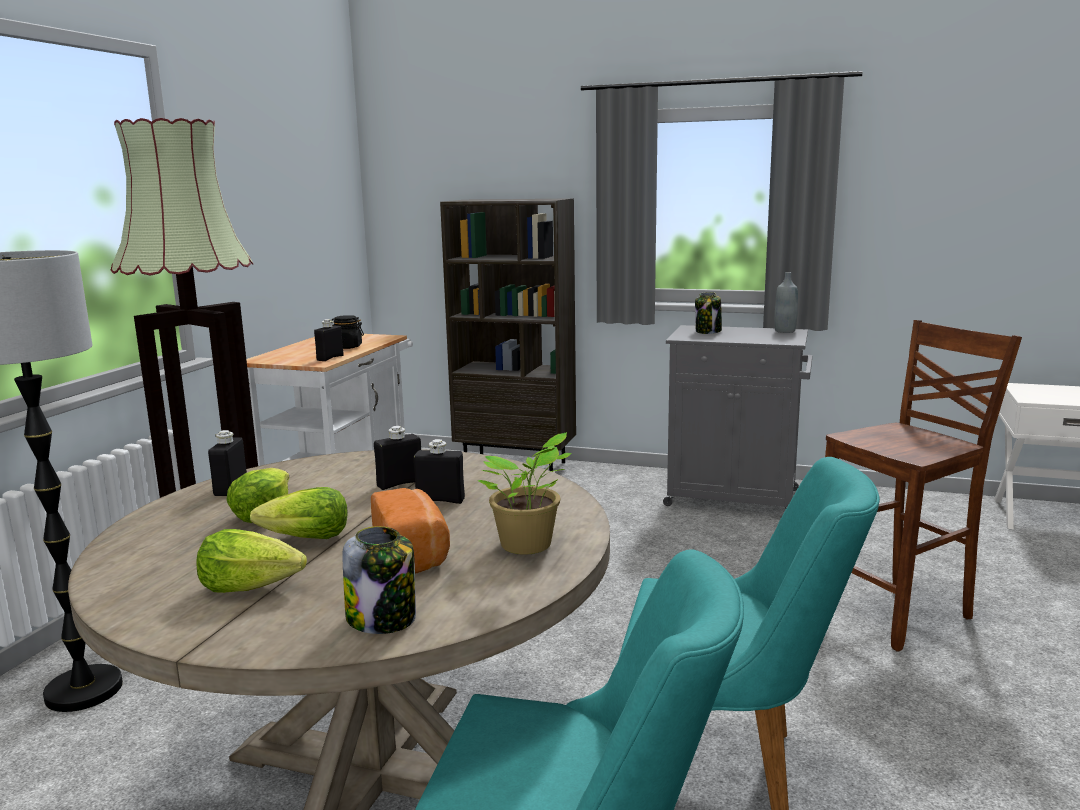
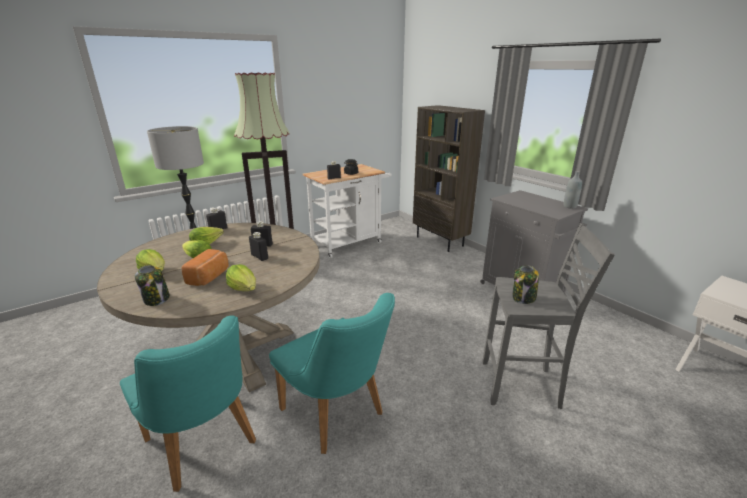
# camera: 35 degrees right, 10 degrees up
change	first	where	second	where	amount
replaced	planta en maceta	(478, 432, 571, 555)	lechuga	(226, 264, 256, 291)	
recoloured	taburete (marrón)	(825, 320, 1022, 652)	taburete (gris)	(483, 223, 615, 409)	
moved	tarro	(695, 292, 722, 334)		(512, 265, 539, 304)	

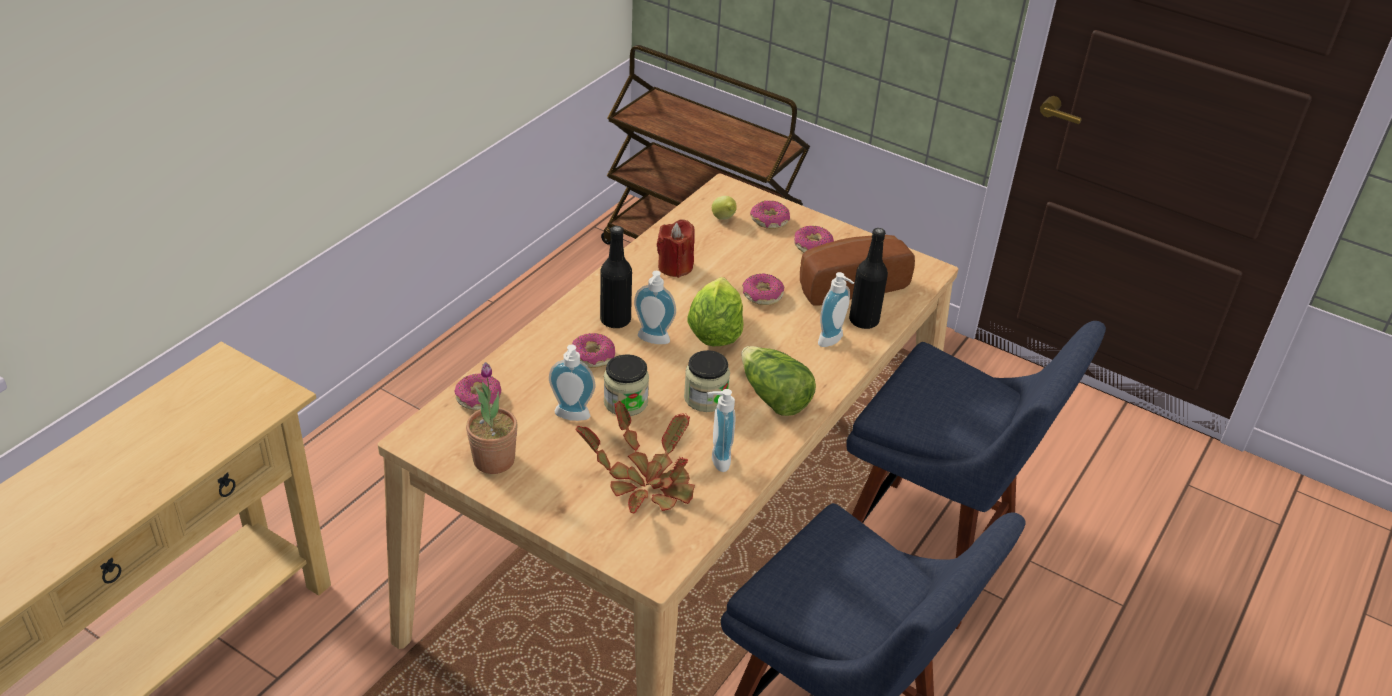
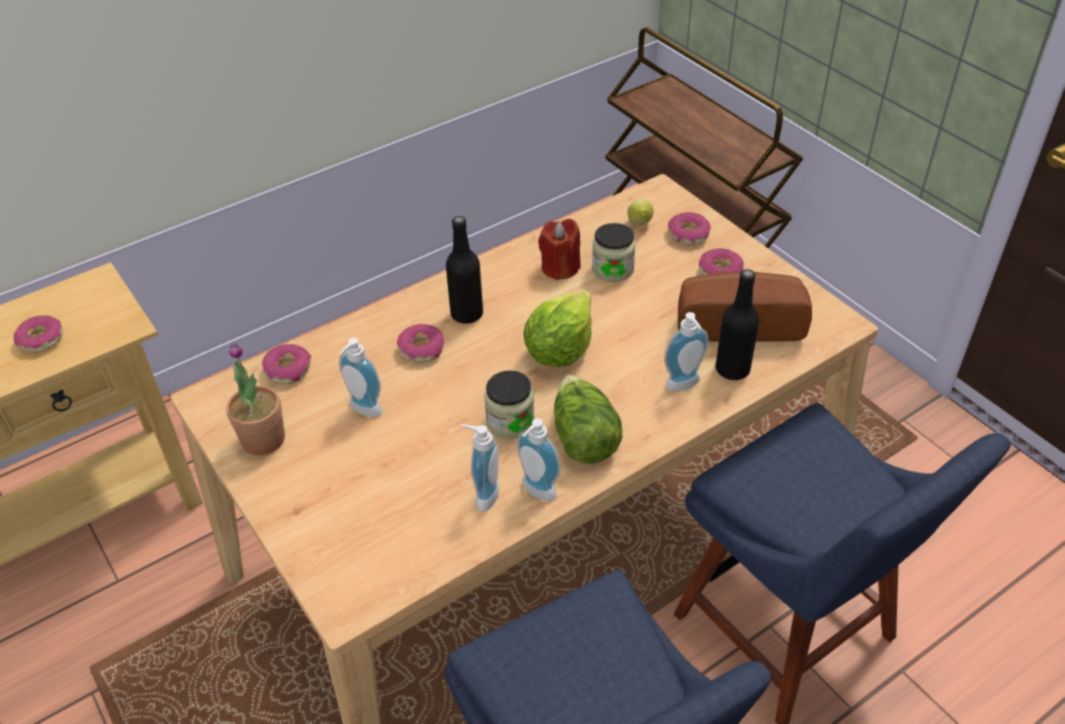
# camera: 25 degrees right, 5 degrees up
change	first	where	second	where	amount
moved	rosquilla	(742, 273, 785, 305)		(14, 315, 63, 353)	
moved	dispensador de jabón	(634, 271, 676, 344)		(517, 418, 560, 501)	
moved	tarro	(604, 354, 649, 416)		(592, 223, 636, 282)	
removed	planta en maceta	(575, 401, 695, 513)			

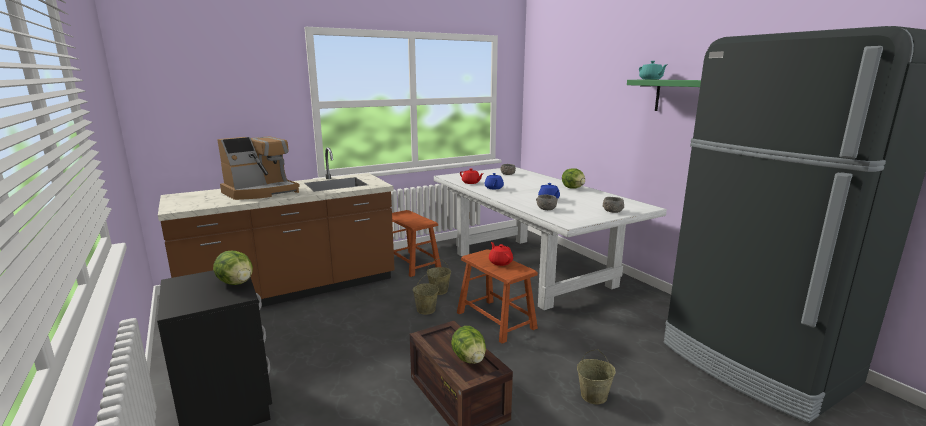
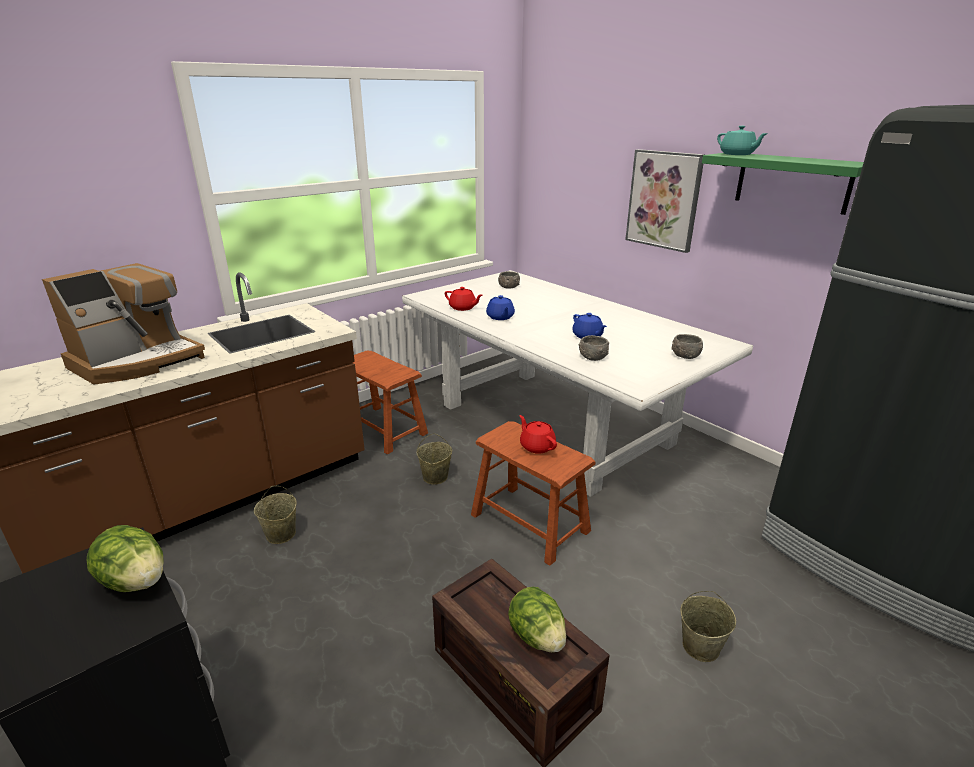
# camera: 10 degrees left, 10 degrees up
change	first	where	second	where	amount
moved	cubo (beis)	(413, 275, 439, 315)		(254, 486, 296, 544)	
added			cuadro	(625, 149, 705, 253)	
removed	lechuga	(562, 168, 585, 189)			

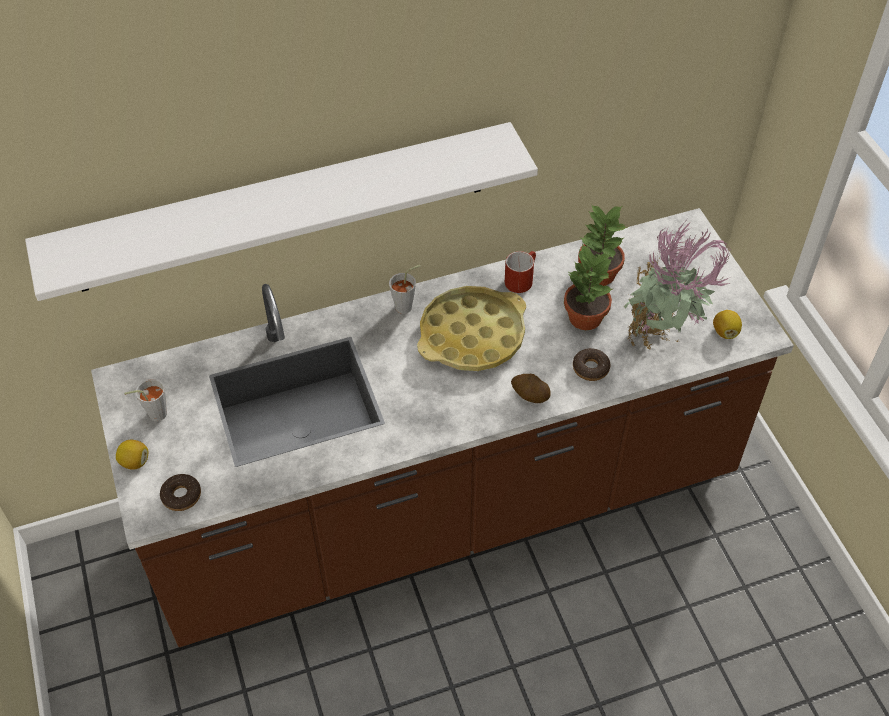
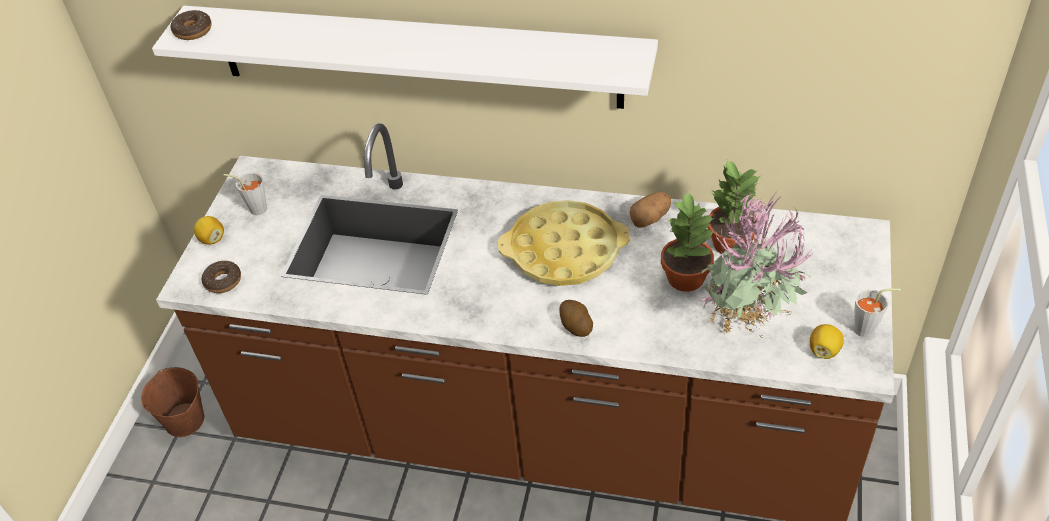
# camera: 35 degrees right, 5 degrees down
change	first	where	second	where	amount
added			cubo (marrón)	(141, 367, 204, 437)	
moved	rosquilla	(573, 348, 610, 381)		(170, 10, 212, 40)	
replaced	taza grande (rojo)	(505, 251, 536, 293)	patata	(630, 192, 671, 228)	
moved	taza (gris)	(389, 265, 421, 314)		(854, 289, 901, 337)	

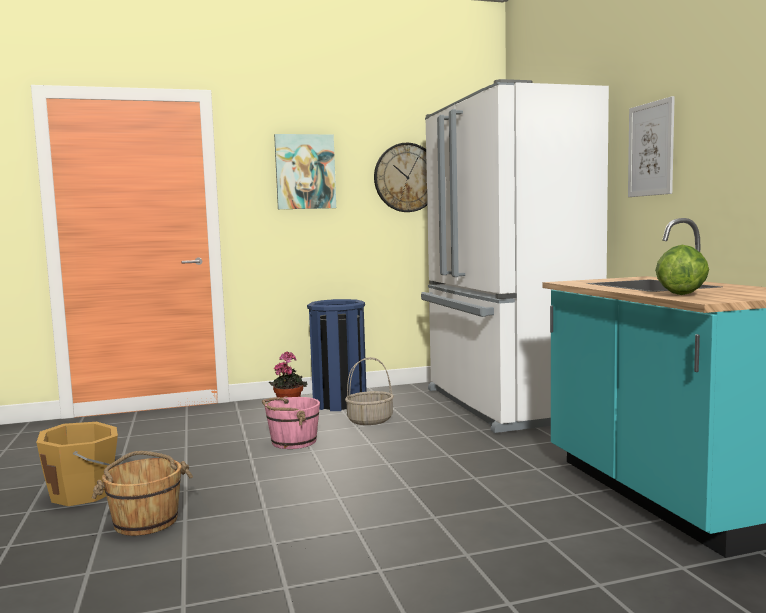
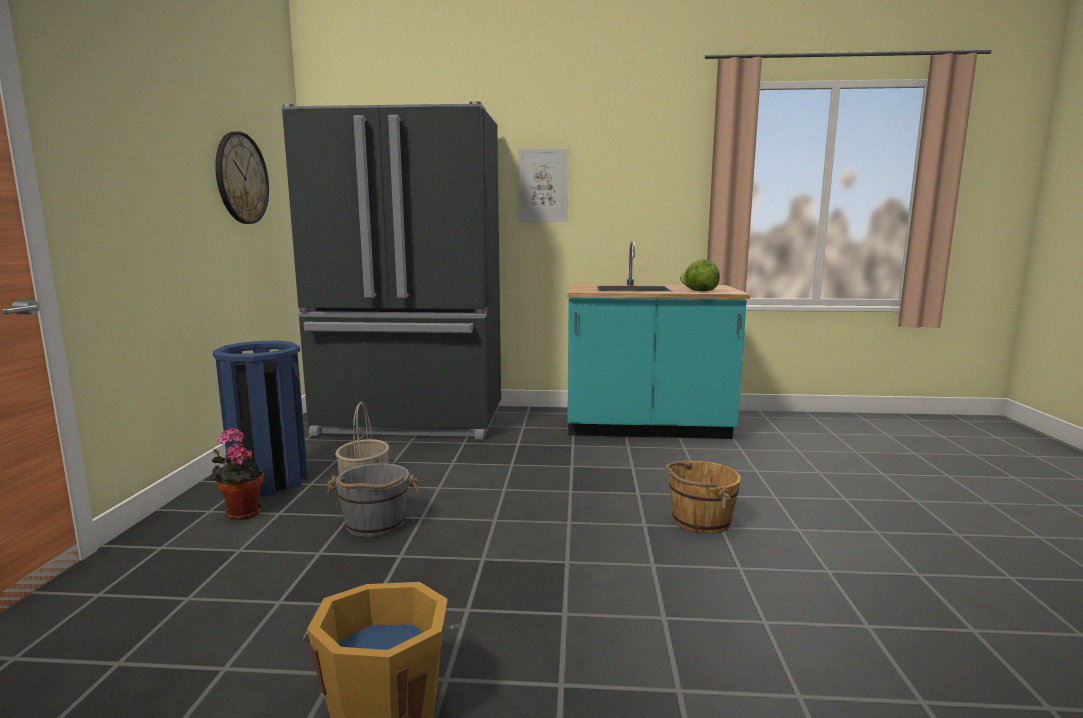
# camera: 70 degrees left, 5 degrees up
change	first	where	second	where	amount
recoloured	nevera (blanco)	(421, 79, 609, 433)	nevera (negro)	(281, 101, 501, 439)	
recoloured	cubo (rosa)	(262, 396, 320, 449)	cubo (gris)	(327, 463, 420, 537)	
moved	cubo (marrón)	(91, 451, 193, 536)		(665, 459, 741, 534)	
removed	cuadro	(274, 134, 336, 209)			

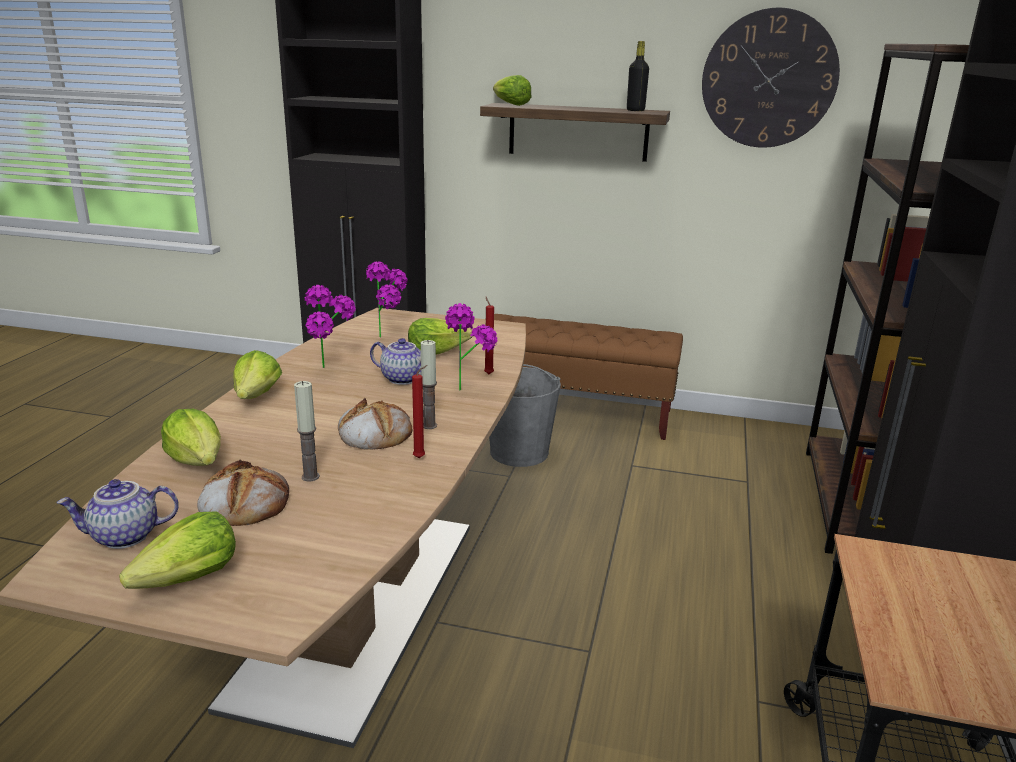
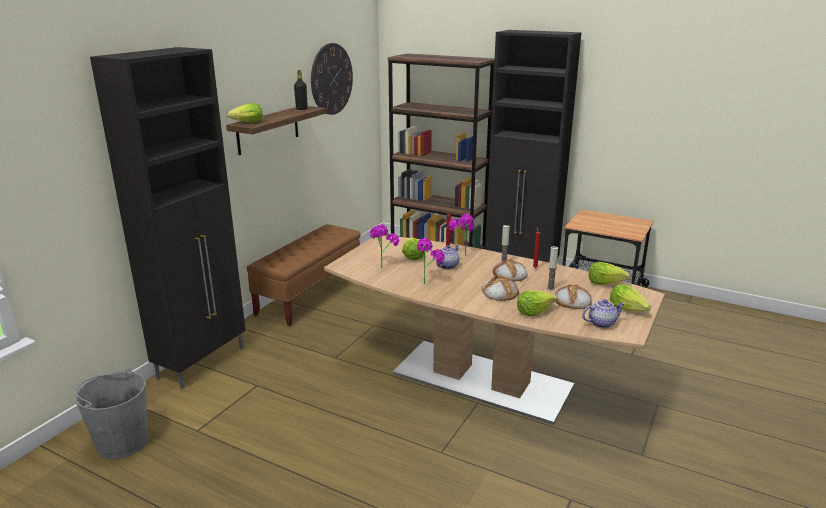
# camera: 75 degrees left, 0 degrees up
change	first	where	second	where	amount
moved	cubo (gris)	(489, 364, 561, 467)		(75, 369, 149, 459)	
added			pan	(482, 275, 519, 301)	
turned	tetera	(56, 479, 179, 549)		(582, 299, 625, 328)	105 degrees counterclockwise
moved	lechuga	(233, 350, 282, 399)		(589, 262, 630, 285)	

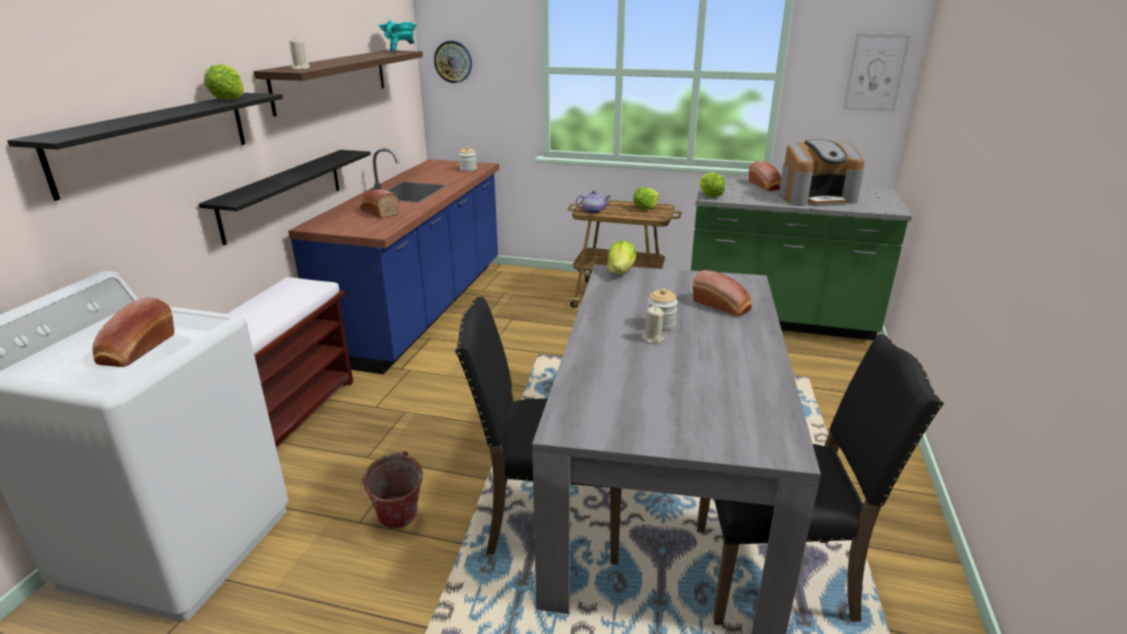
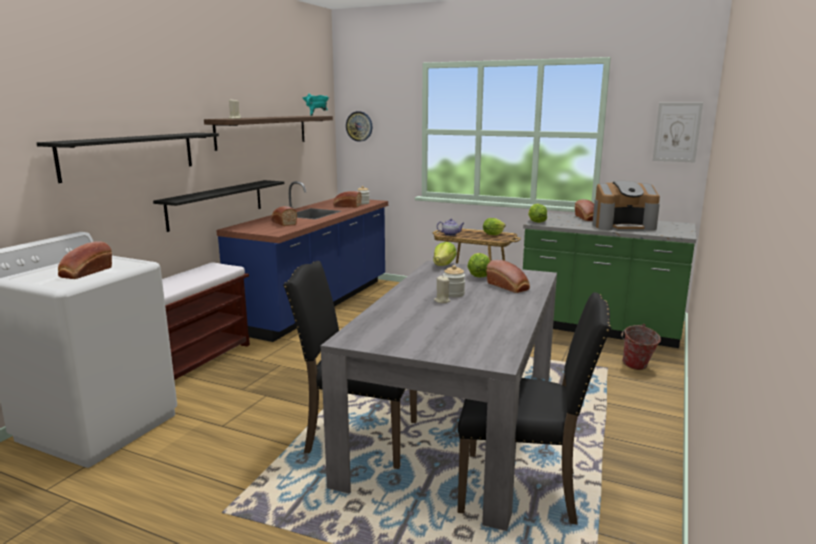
# camera: 10 degrees right, 10 degrees down
change	first	where	second	where	amount
added			pan	(333, 191, 362, 208)	
moved	lechuga	(204, 64, 244, 100)		(467, 253, 490, 278)	
moved	cubo	(360, 451, 423, 529)		(621, 324, 661, 370)	

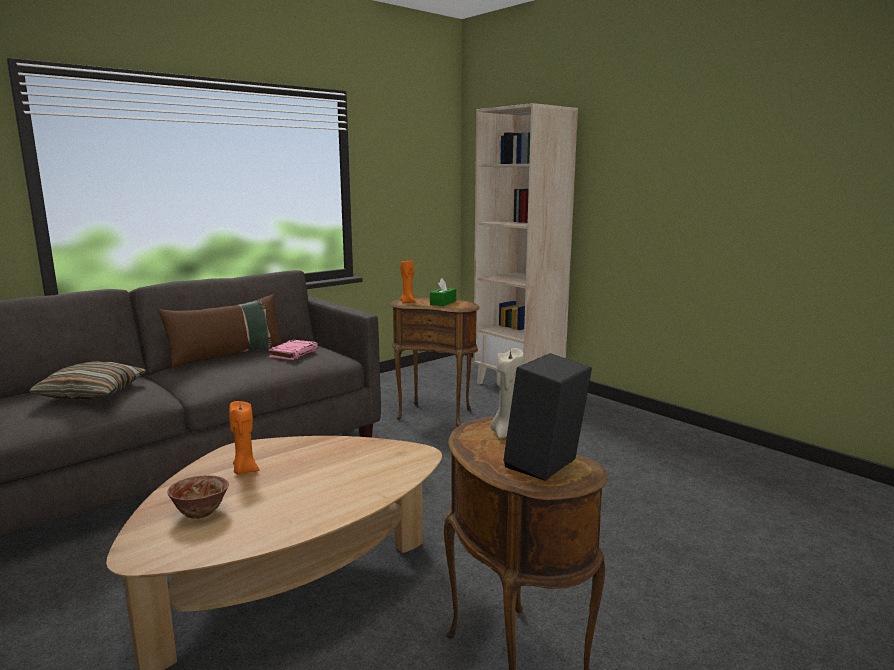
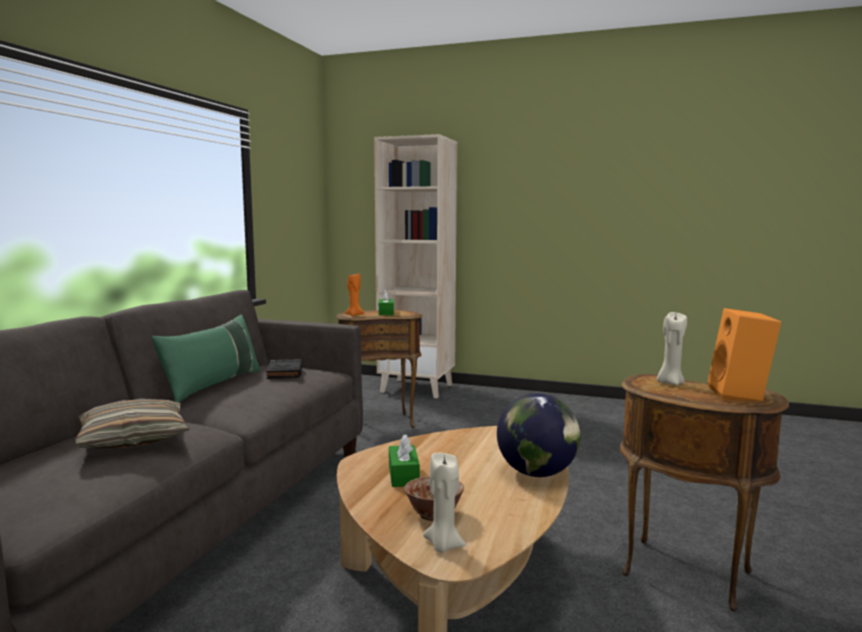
# camera: 30 degrees left, 5 degrees down
change	first	where	second	where	amount
recoloured	cojín (marrón)	(158, 294, 282, 369)	cojín (verde)	(151, 314, 260, 403)	
recoloured	libro (rosa)	(268, 340, 318, 360)	libro (negro)	(266, 359, 303, 379)	
replaced	vela (naranja)	(229, 401, 260, 475)	caja de pañuelos (verde)	(389, 434, 420, 487)	
added			vela (beis)	(423, 453, 466, 553)	
added			globo terráqueo	(497, 393, 580, 477)	
recoloured	altavoz (negro)	(503, 353, 592, 481)	altavoz (naranja)	(708, 308, 781, 402)	

